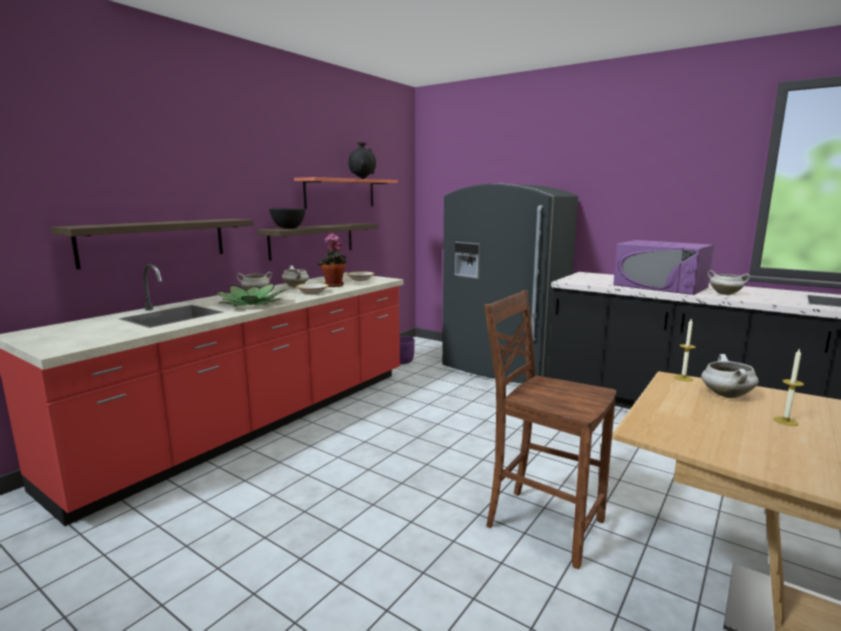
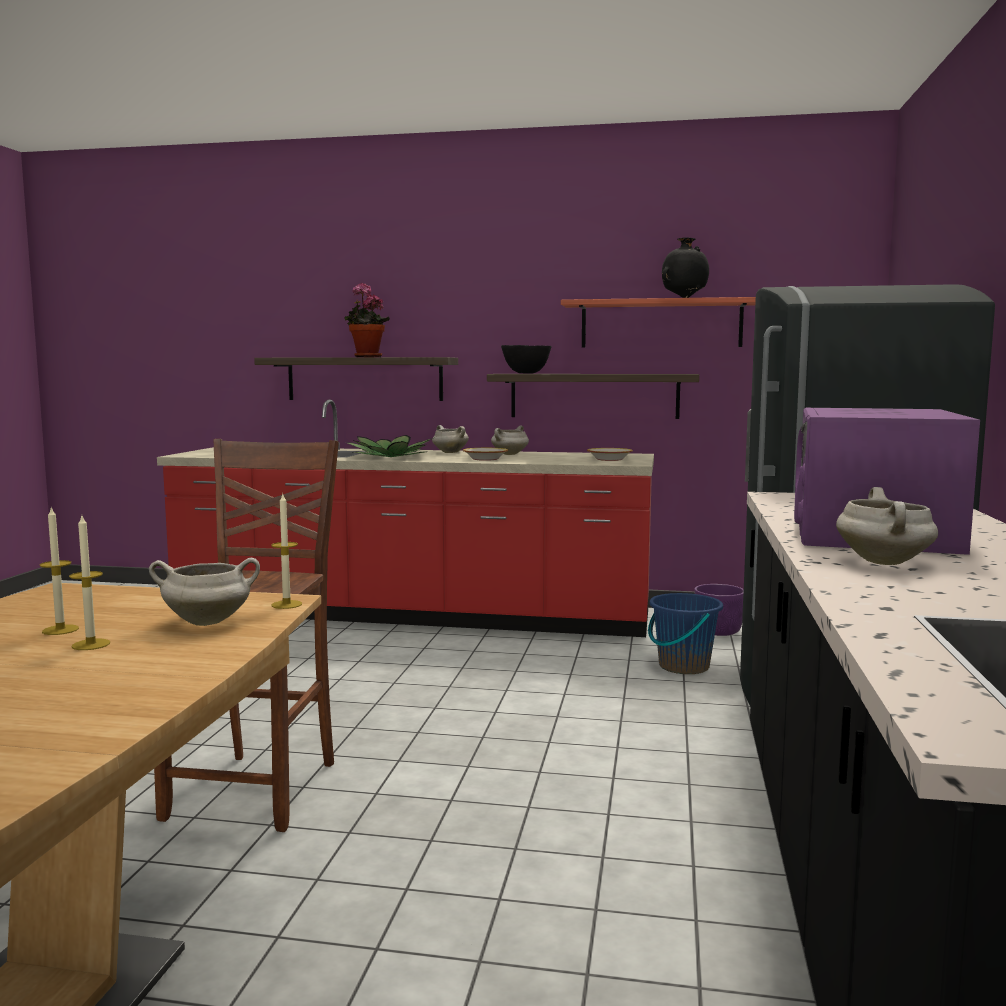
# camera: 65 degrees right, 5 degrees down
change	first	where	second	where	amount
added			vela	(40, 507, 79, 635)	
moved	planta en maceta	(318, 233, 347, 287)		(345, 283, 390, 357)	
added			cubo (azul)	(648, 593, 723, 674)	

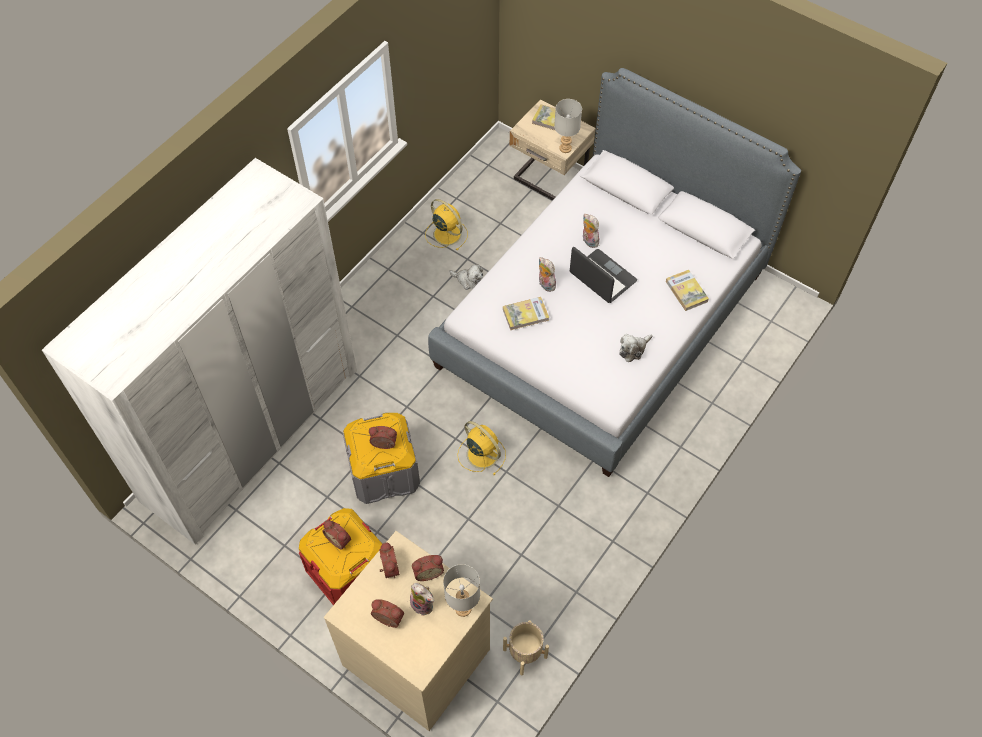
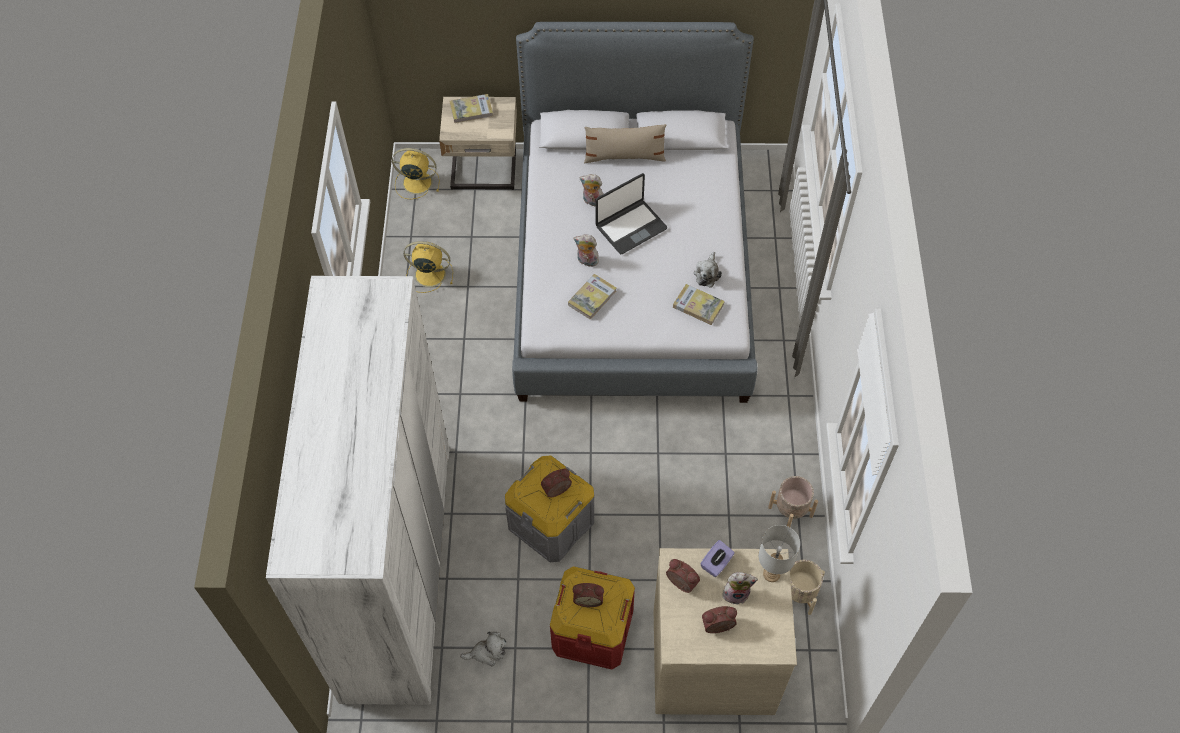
# camera: 35 degrees left, 0 degrees up
change	first	where	second	where	amount
moved	ventilador (amarillo)	(457, 421, 506, 476)		(392, 148, 440, 199)	
moved	peluche	(449, 264, 483, 290)		(460, 632, 507, 666)	
added			cojín (beis)	(584, 124, 667, 164)	
turned	portátil	(570, 246, 637, 303)		(595, 173, 667, 254)	135 degrees clockwise
moved	libro	(666, 270, 709, 311)		(673, 284, 725, 325)	
replaced	despertador	(412, 555, 444, 581)	caja de pañuelos (morado)	(700, 540, 734, 577)	
added			maceta (beis)	(768, 476, 818, 527)	
removed	lámpara de mesa (gris)	(554, 99, 582, 153)			

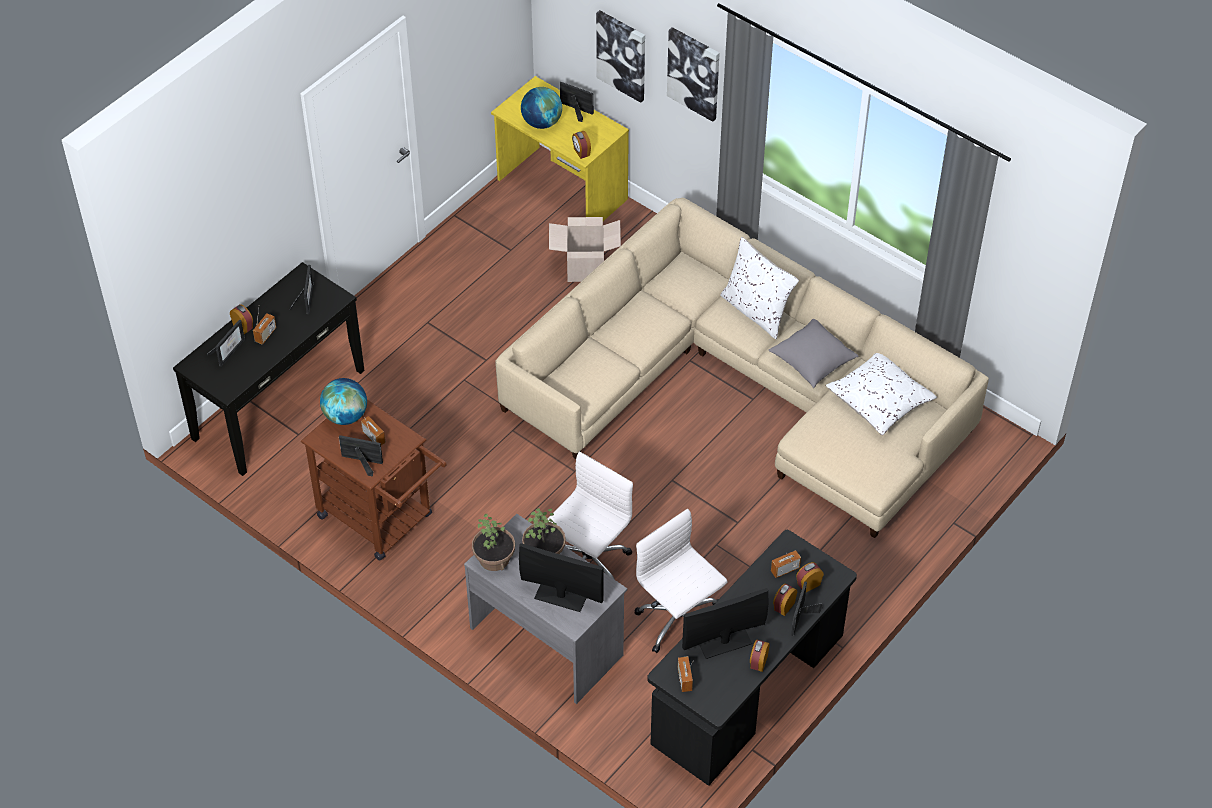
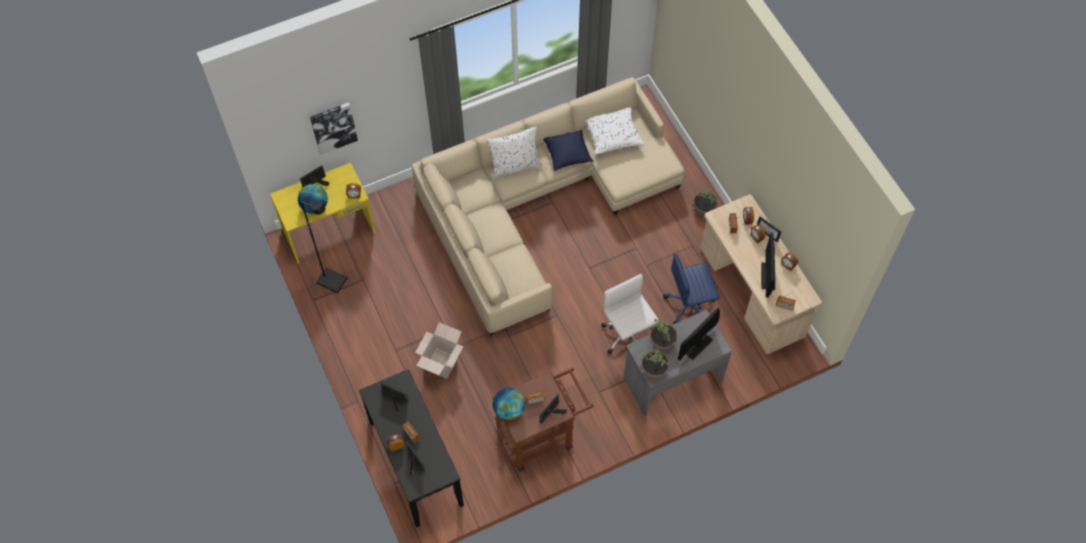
# camera: 65 degrees left, 10 degrees up
change	first	where	second	where	amount
added			lámpara de pie (negro)	(301, 201, 347, 293)	
moved	caja de cartón	(549, 217, 621, 282)		(415, 322, 464, 379)	
recoloured	cojín (gris)	(769, 319, 859, 388)	cojín (azul)	(543, 130, 593, 171)	
recoloured	silla de oficina (blanco)	(634, 509, 727, 653)	silla de oficina (azul)	(663, 254, 720, 324)	
added			planta en maceta	(692, 188, 718, 216)	
recoloured	escritorio (negro)	(647, 530, 857, 786)	escritorio (beis)	(701, 194, 822, 354)	
removed	cuadro	(667, 27, 720, 122)			

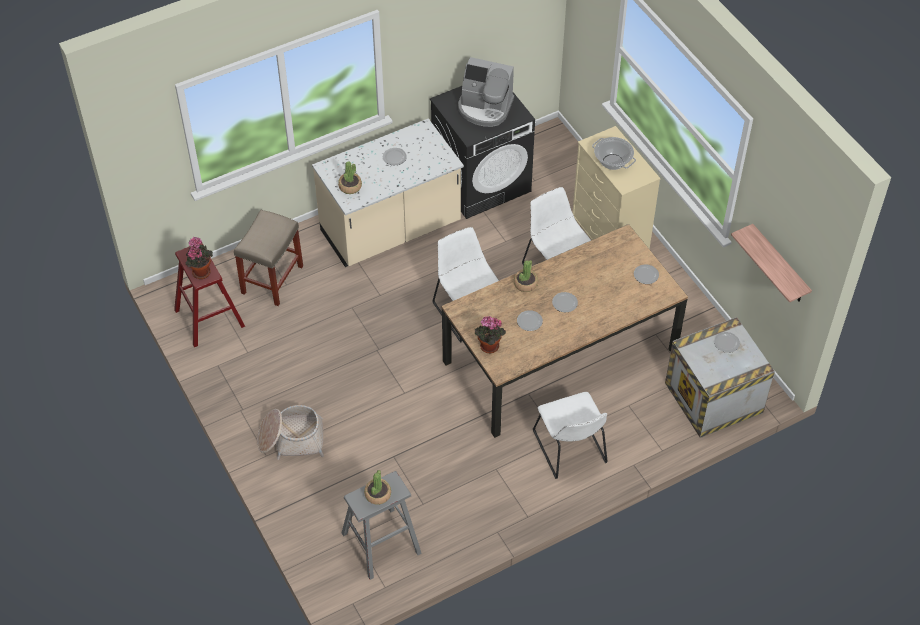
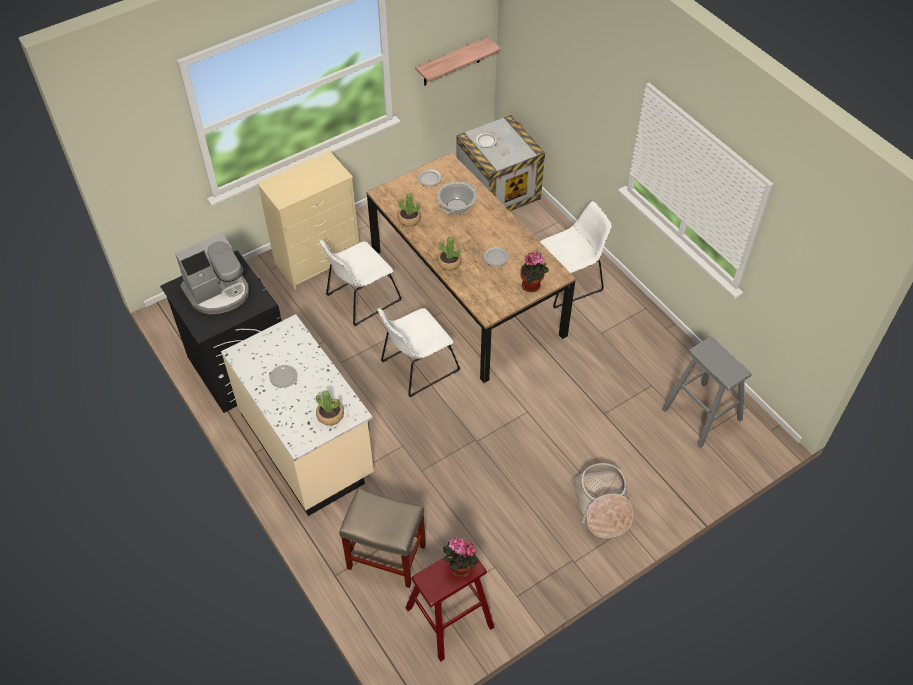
# camera: 95 degrees left, 0 degrees up
change	first	where	second	where	amount
turned	cafetera	(458, 57, 514, 127)		(175, 233, 249, 314)	45 degrees clockwise
moved	planta en maceta	(364, 470, 391, 505)		(397, 193, 421, 227)	
moved	olla	(592, 137, 636, 170)		(437, 182, 477, 214)	
removed	plato	(552, 292, 578, 312)			

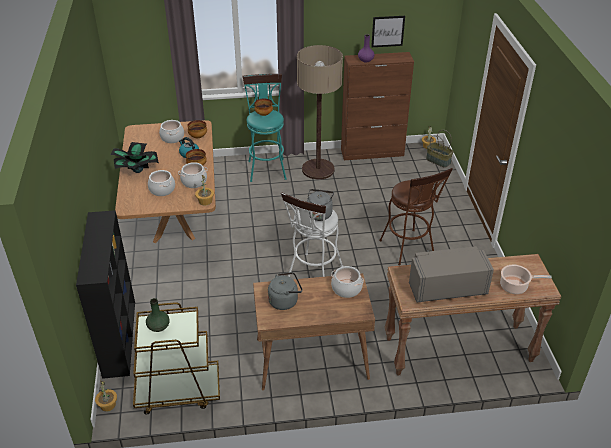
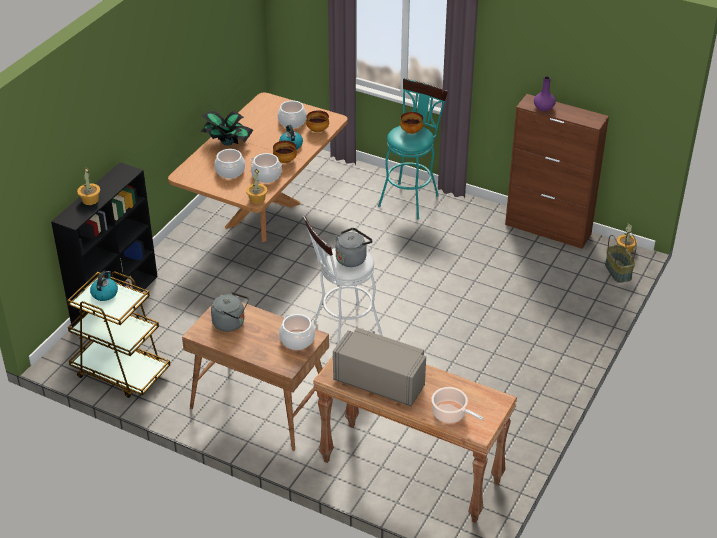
# camera: 35 degrees right, 0 degrees up
change	first	where	second	where	amount
moved	planta en maceta	(95, 381, 117, 412)		(77, 168, 100, 205)	
replaced	florero (verde)	(146, 298, 170, 332)	hervidor	(90, 271, 118, 301)	
removed	lámpara de pie	(297, 45, 343, 180)			
removed	cuadro	(371, 16, 405, 47)			
removed	taburete (marrón)	(379, 168, 453, 265)			

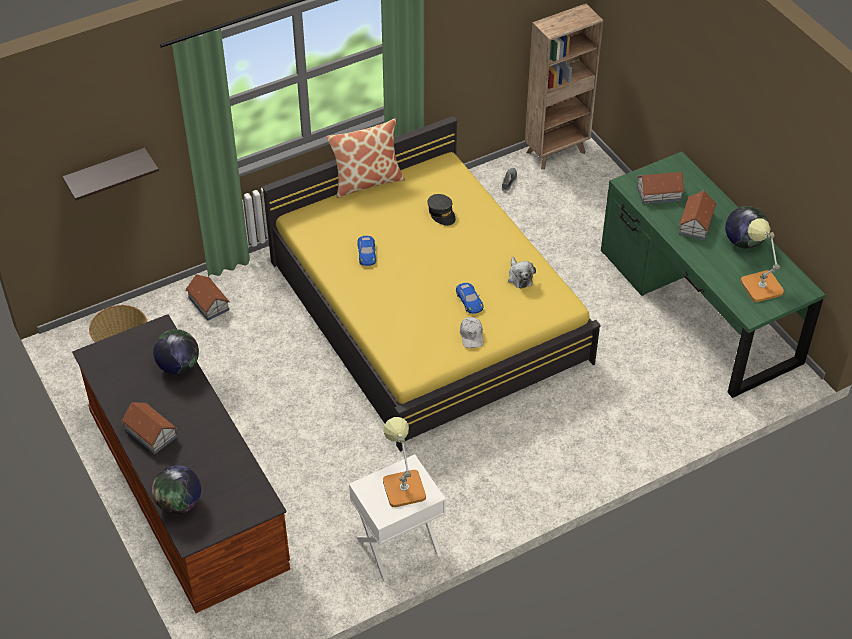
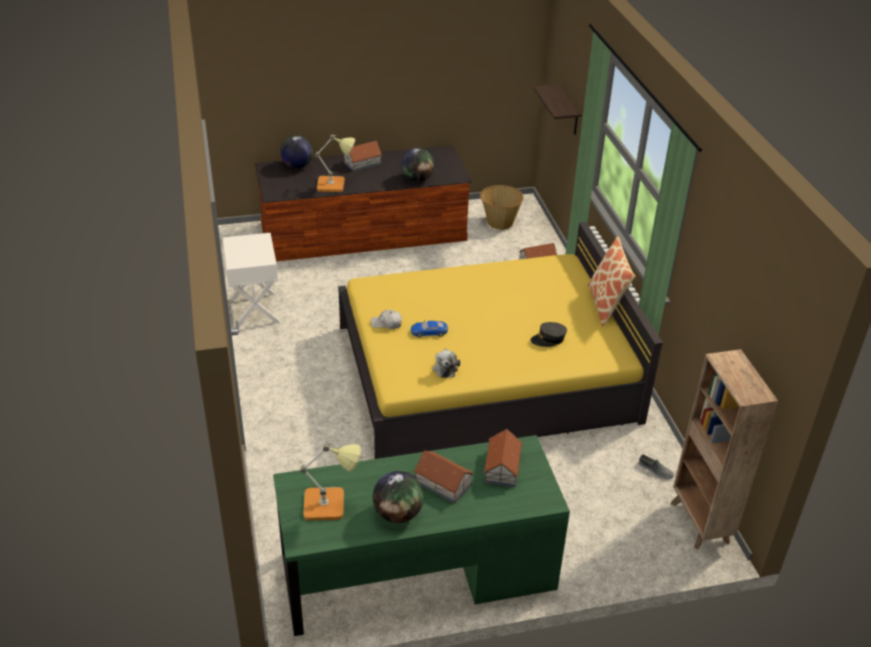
# camera: 105 degrees right, 10 degrees down
change	first	where	second	where	amount
moved	lámpara de mesa	(383, 417, 426, 507)		(315, 135, 355, 192)	
turned	peluche	(508, 257, 536, 289)		(432, 348, 460, 378)	90 degrees counterclockwise
removed	coche de juguete (azul)	(357, 236, 376, 266)			

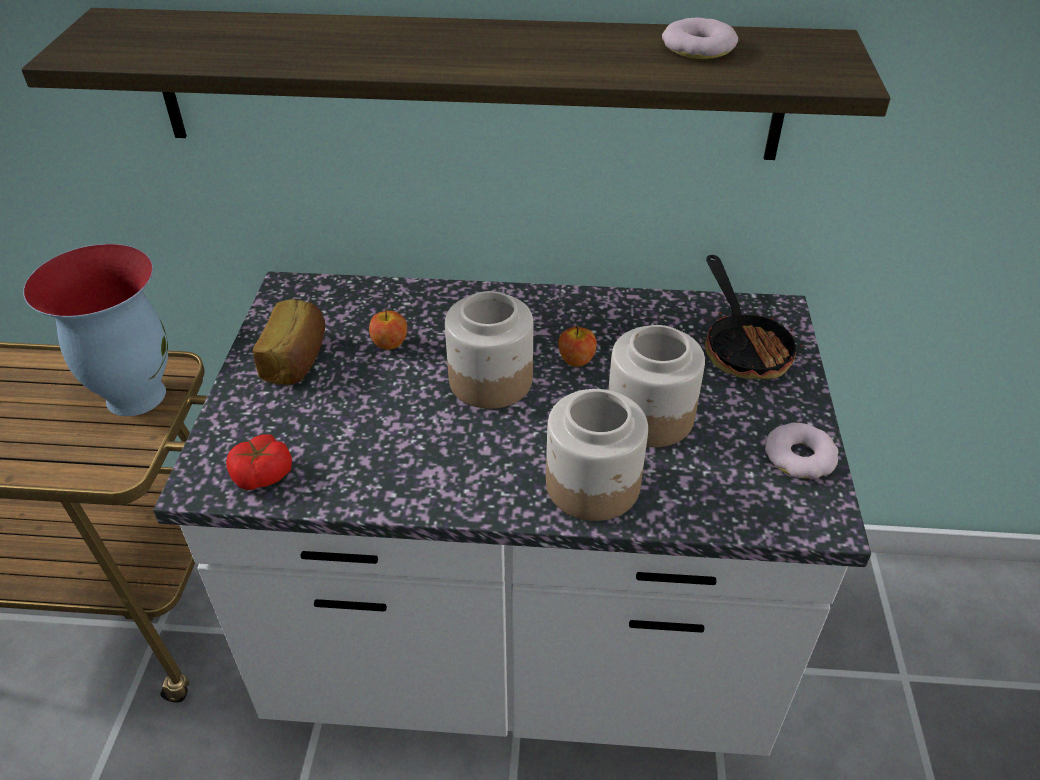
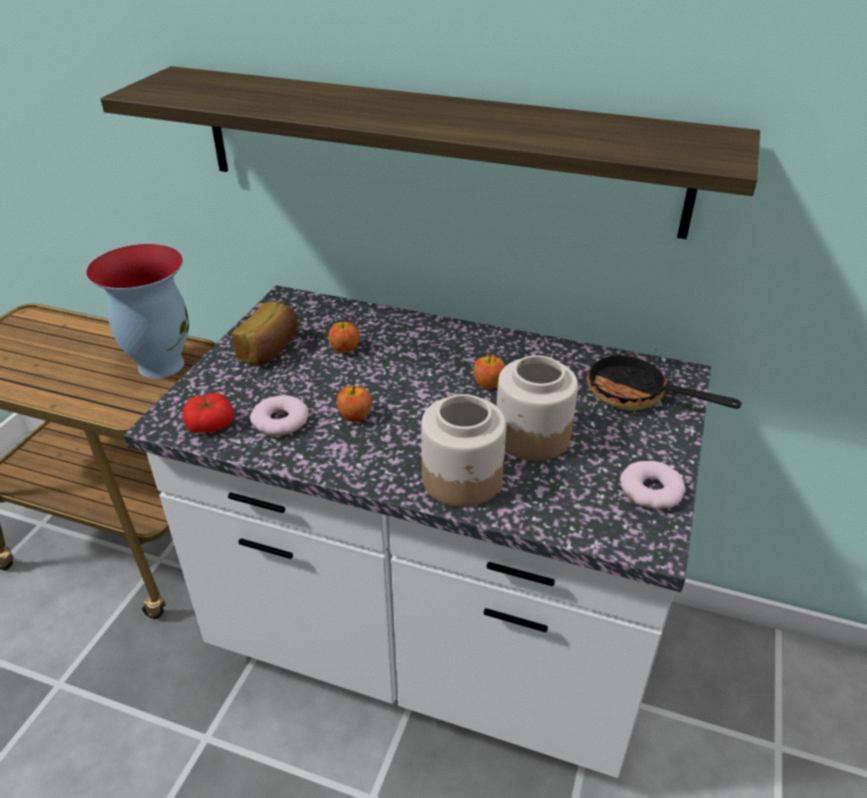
# camera: 15 degrees right, 5 degrees down
change	first	where	second	where	amount
moved	rosquilla	(662, 18, 738, 59)		(250, 395, 309, 436)	
added			manzana	(337, 386, 371, 422)	
turned	sartén	(705, 255, 803, 379)		(587, 349, 742, 411)	120 degrees clockwise
removed	tarro	(445, 291, 533, 409)			

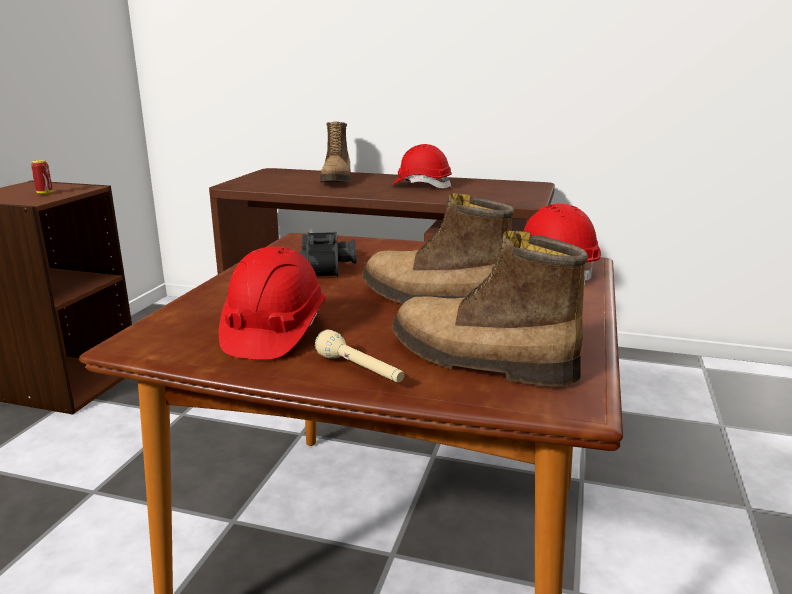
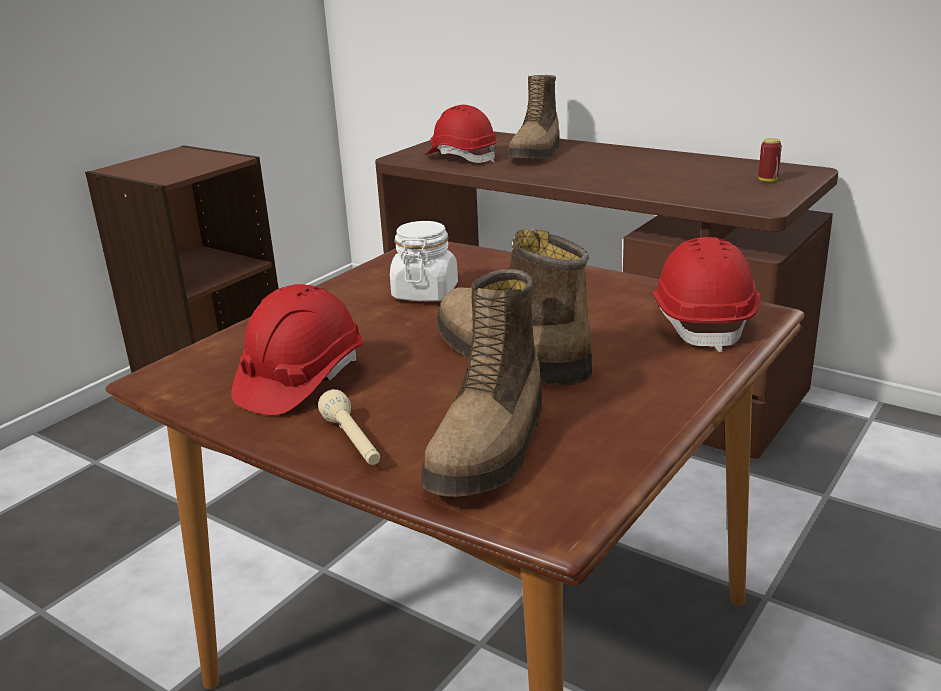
# camera: 20 degrees right, 5 degrees up
change	first	where	second	where	amount
replaced	prismáticos (negro)	(300, 232, 356, 276)	tarro (blanco)	(390, 221, 458, 301)	
turned	bota	(392, 231, 588, 387)		(421, 269, 542, 497)	120 degrees counterclockwise
moved	casco (rojo)	(391, 144, 452, 188)		(425, 105, 497, 163)	
moved	lata	(31, 160, 53, 194)		(758, 138, 782, 182)	

